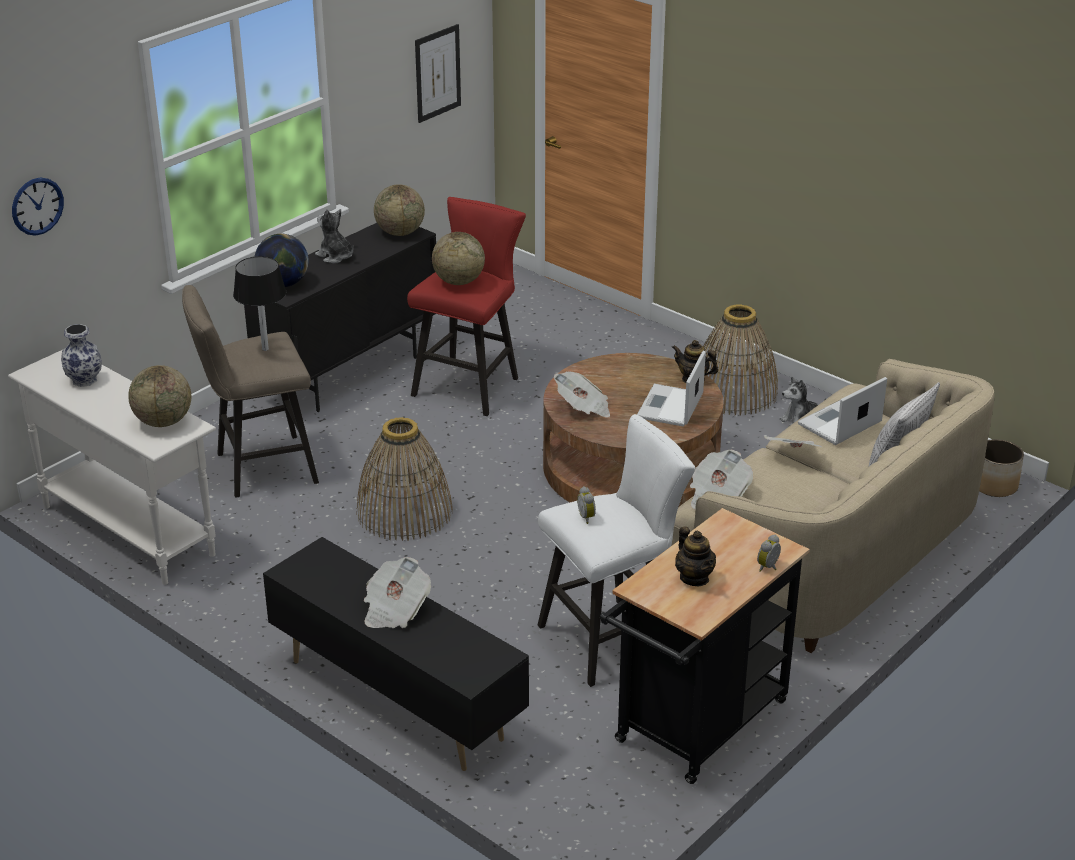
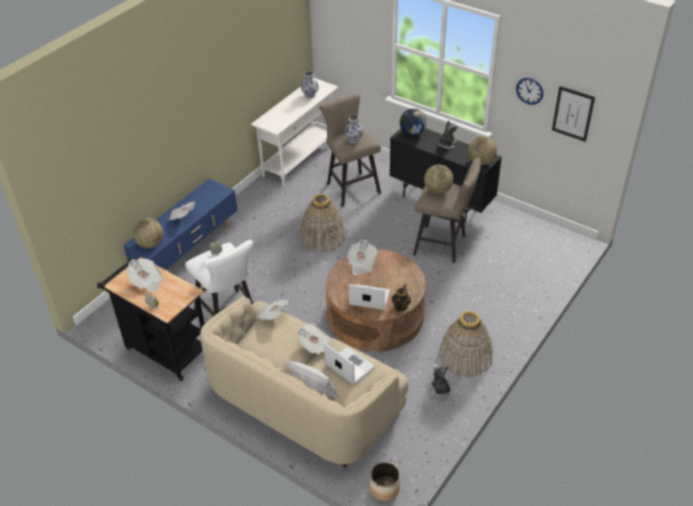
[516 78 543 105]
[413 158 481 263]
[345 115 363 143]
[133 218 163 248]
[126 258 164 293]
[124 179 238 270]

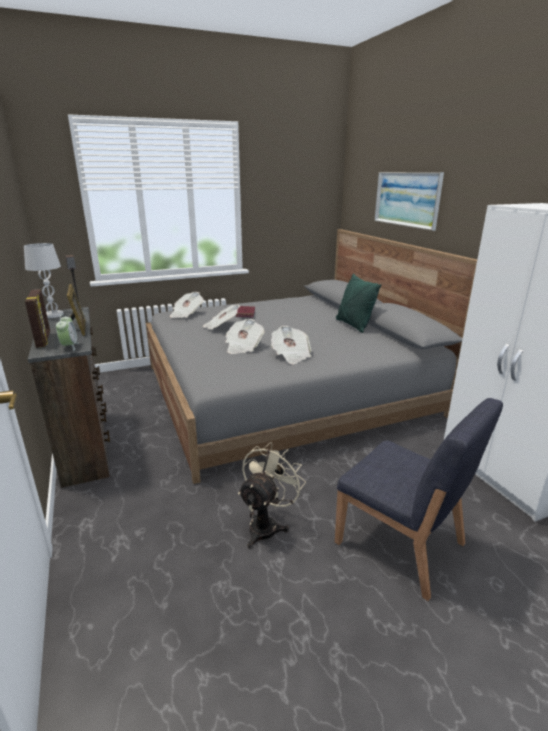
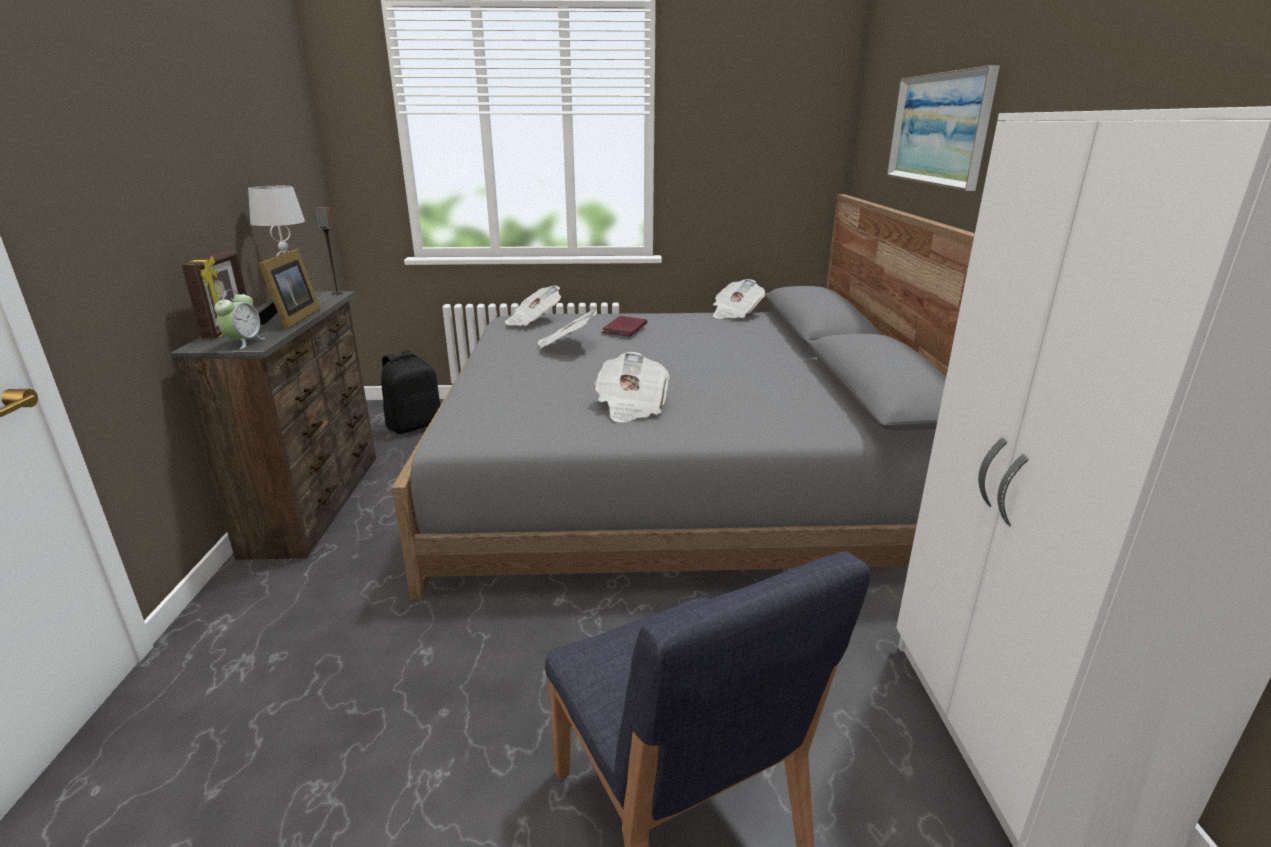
[336 273 381 333] (first image)
[712 279 765 319]
[238 442 306 549] (first image)
[381 350 440 434]

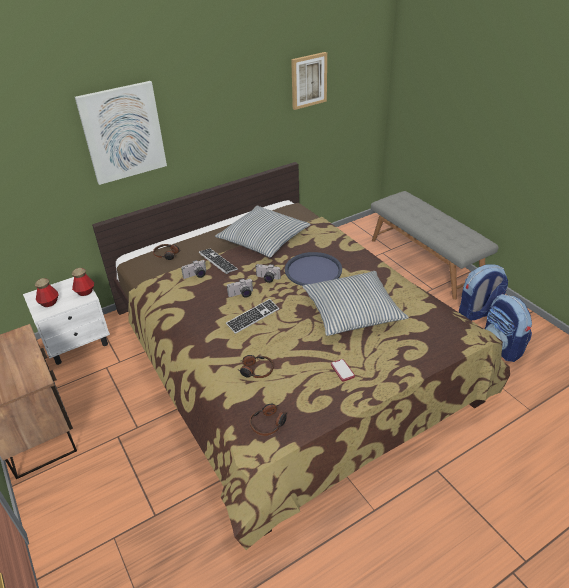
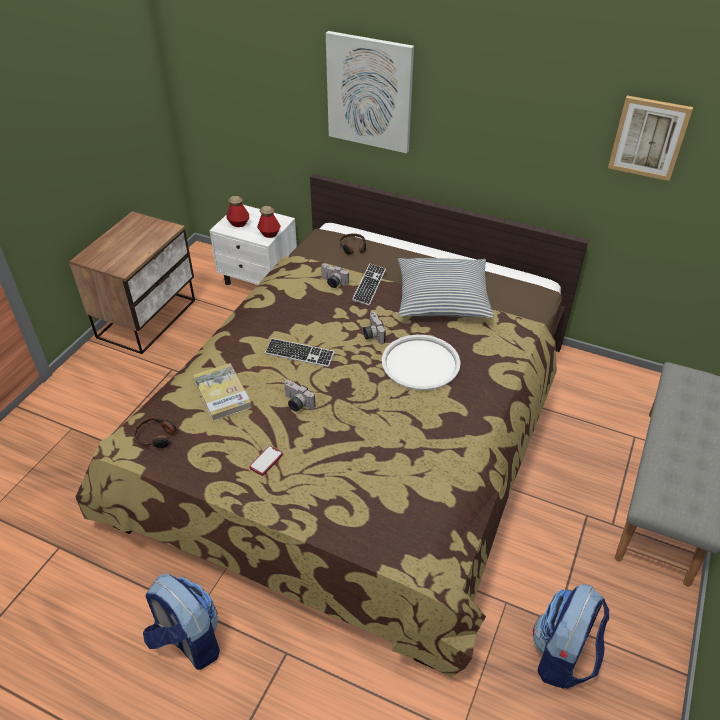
[382 335 461 390]
[143 573 220 670]
[302 271 409 336] (first image)
[284 380 315 412]
[193 363 252 421]

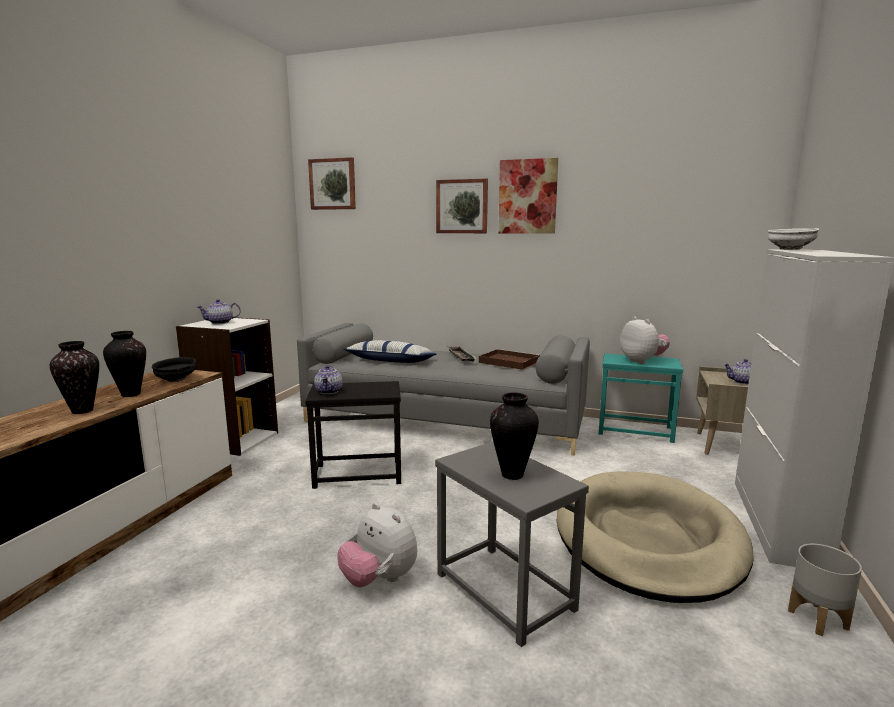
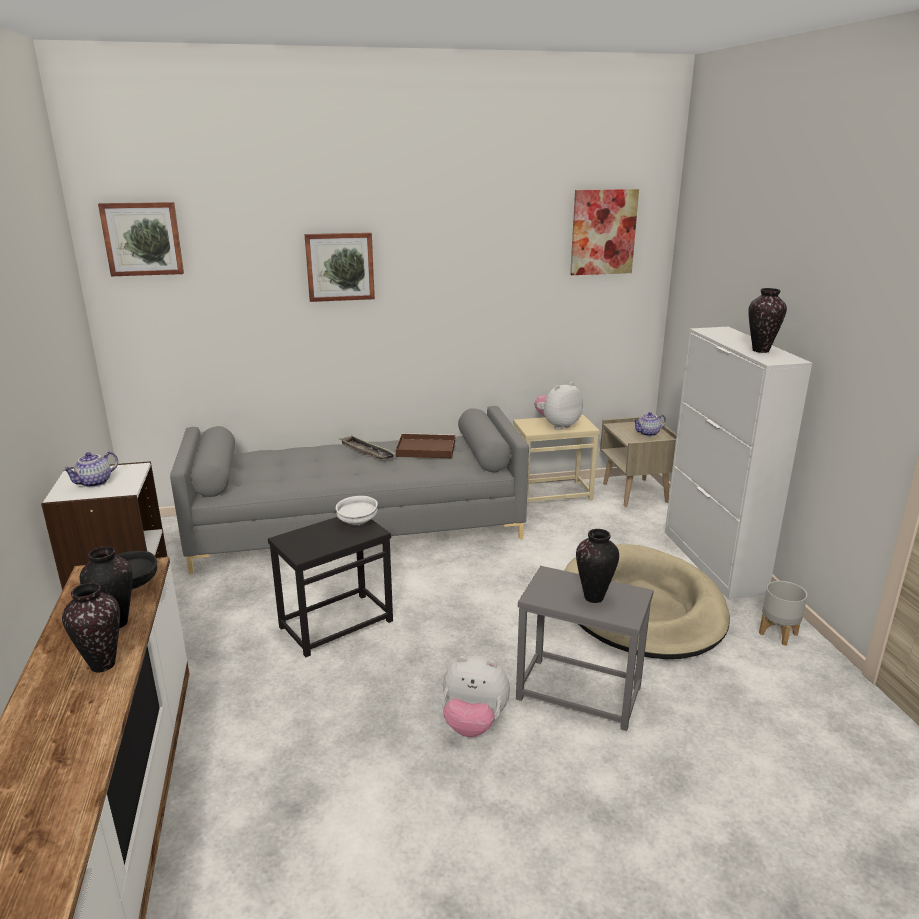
[570 189 639 275]
[335 496 378 526]
[534 382 583 430]
[343 340 436 363] (first image)
[513 415 600 507]
[314 365 342 395] (first image)
[748 288 787 353]

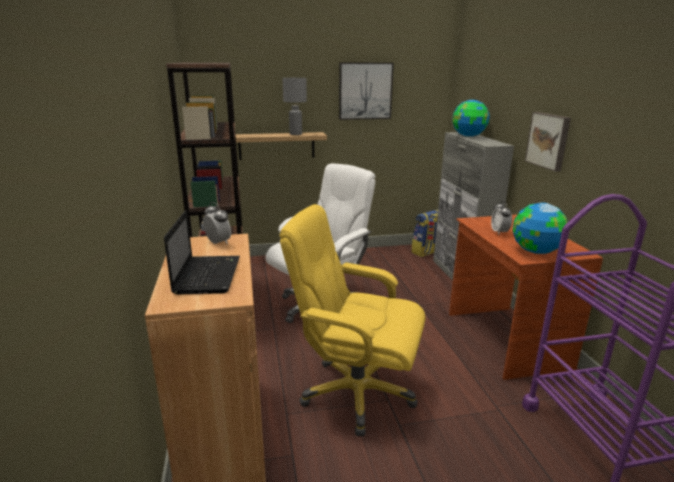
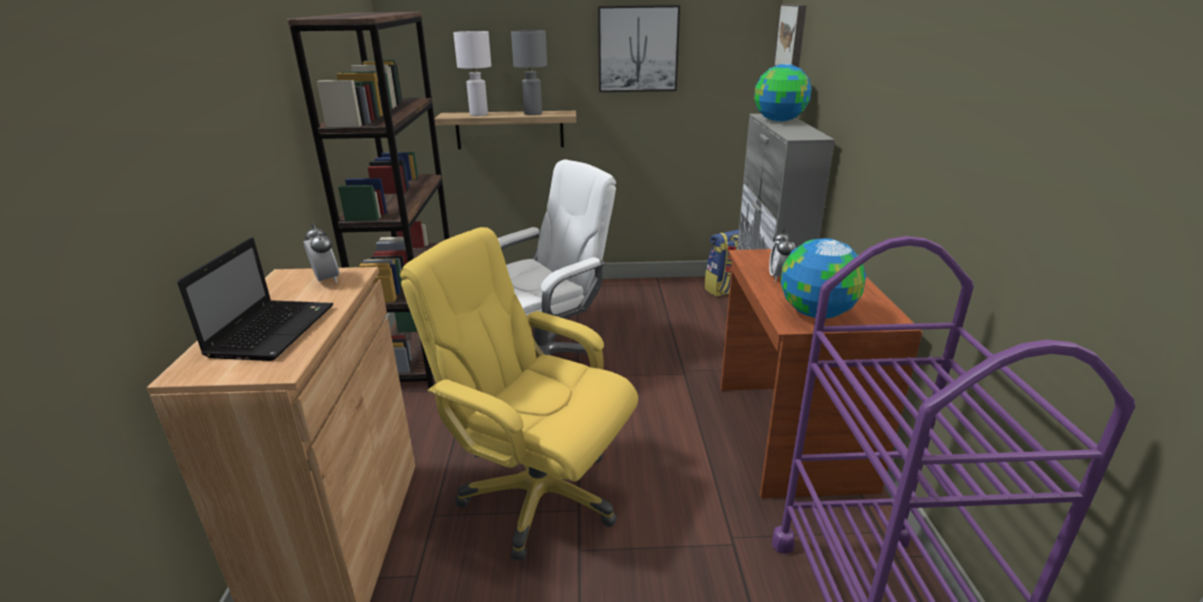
[774 4 807 68]
[453 31 491 116]

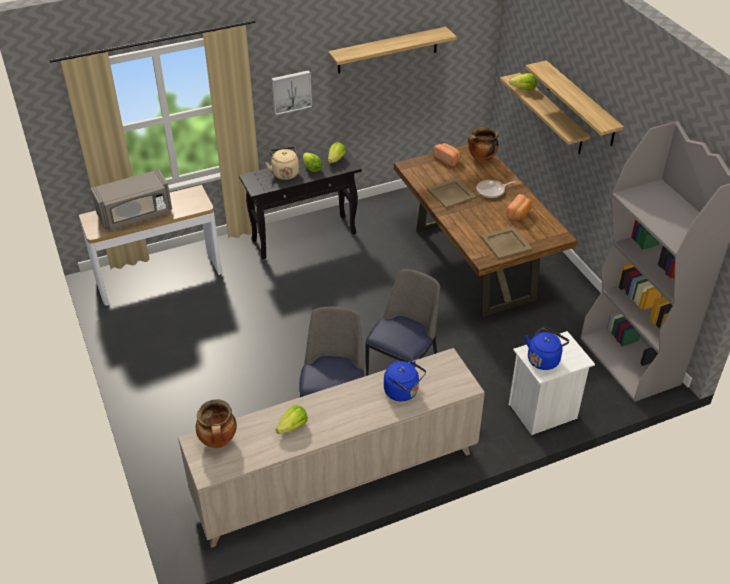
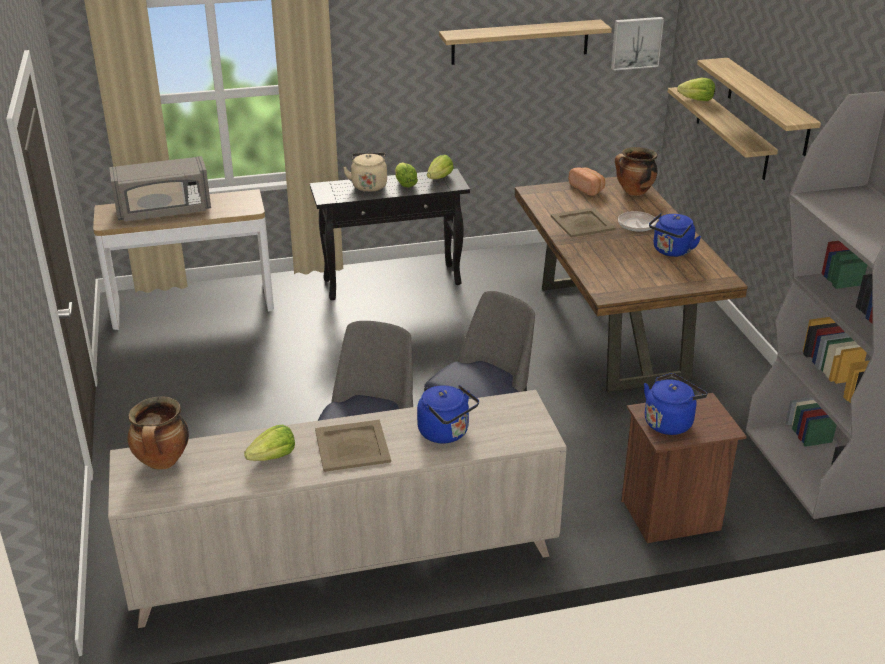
[611 17 664 71]
[649 213 701 257]
[315 420 391 472]
[621 393 747 543]

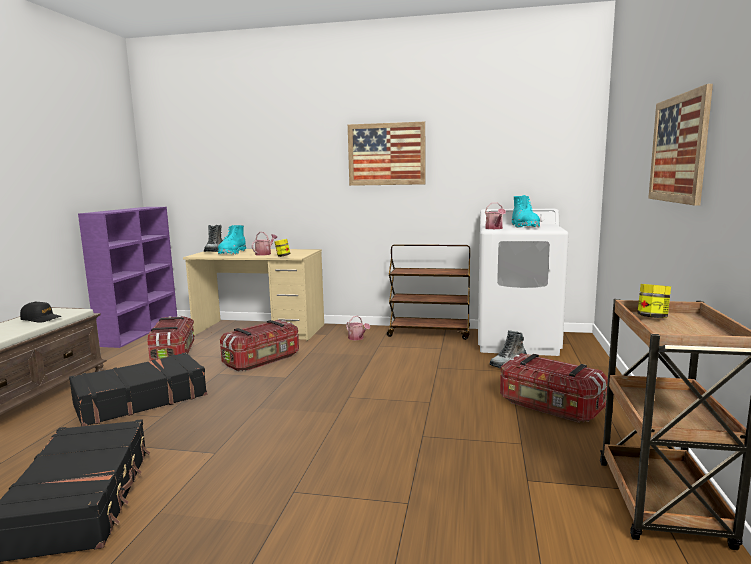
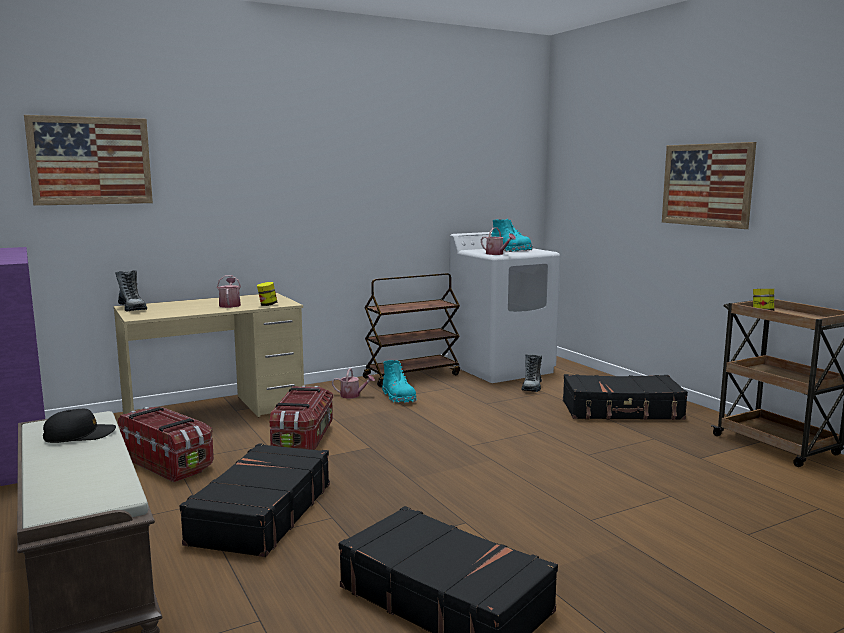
[24 115 153 206]
[382 360 417 403]
[563 374 688 420]

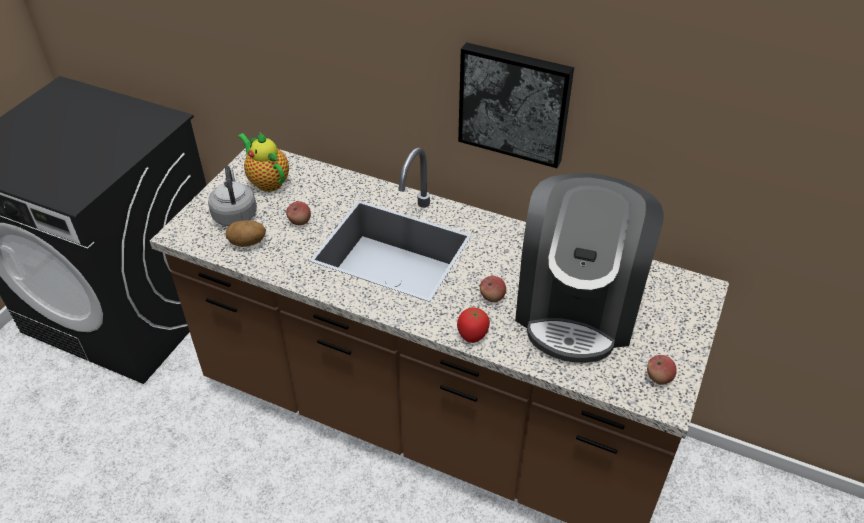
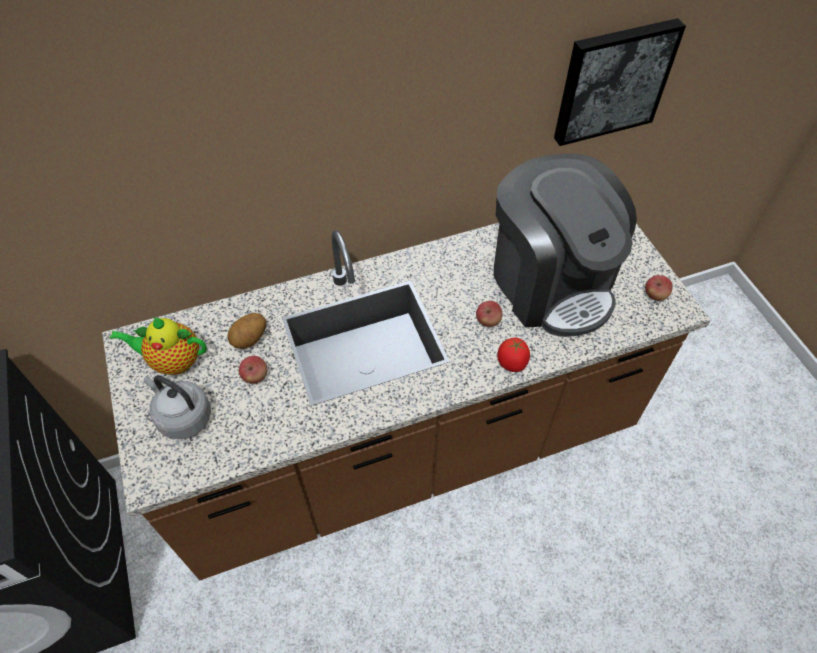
[554 18 686 146]
[228 313 266 349]

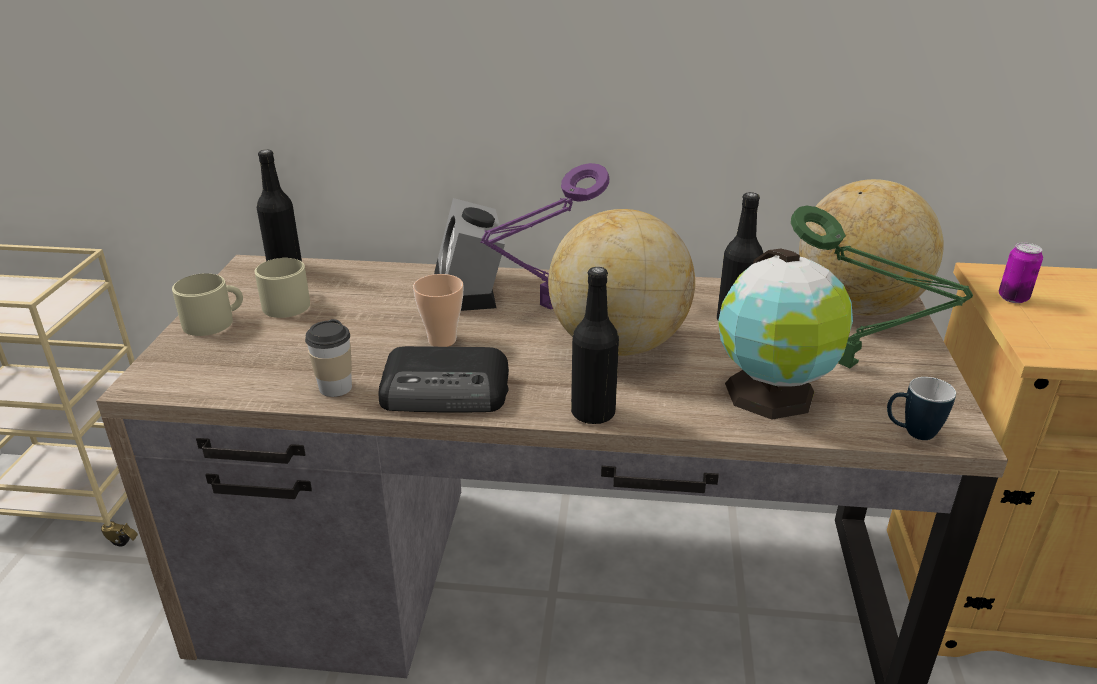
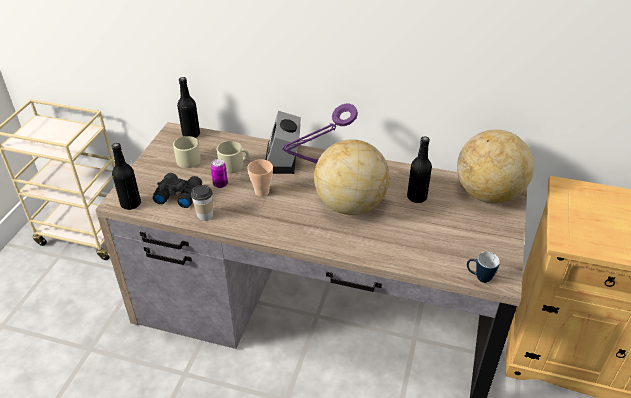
[791 205 973 368] (first image)
[211 159 228 188]
[718 249 853 420] (first image)
[111 143 141 210]
[217 141 249 174]
[379 346 509 413] (first image)
[153 173 202 208]

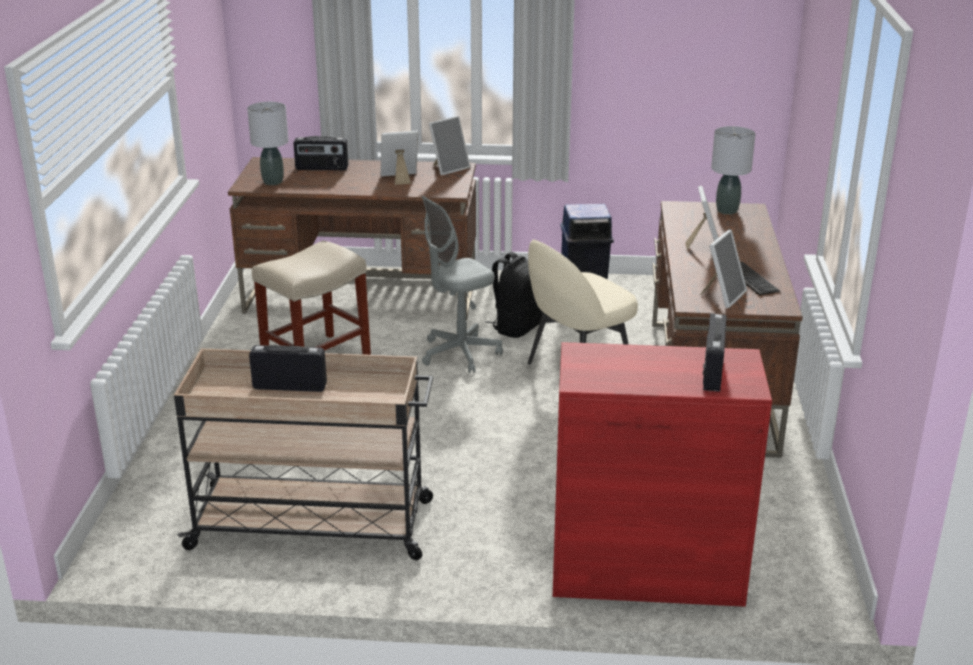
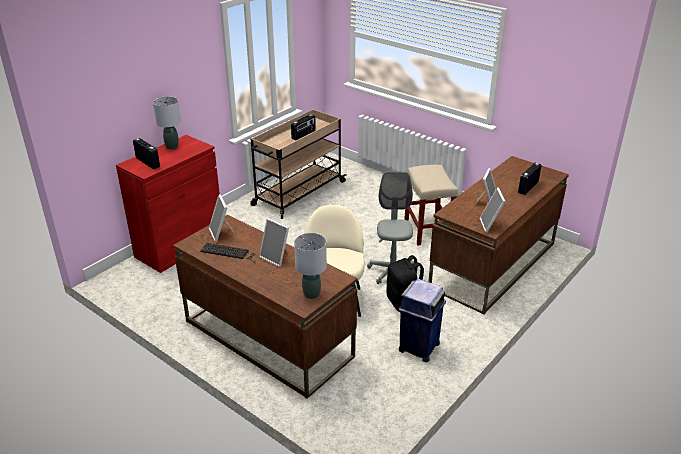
[153 96 181 150]

